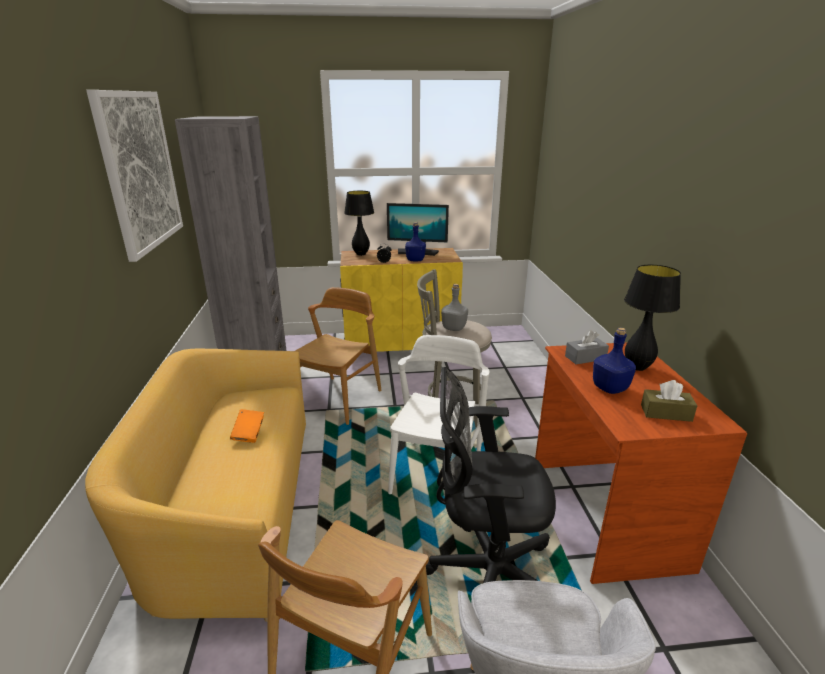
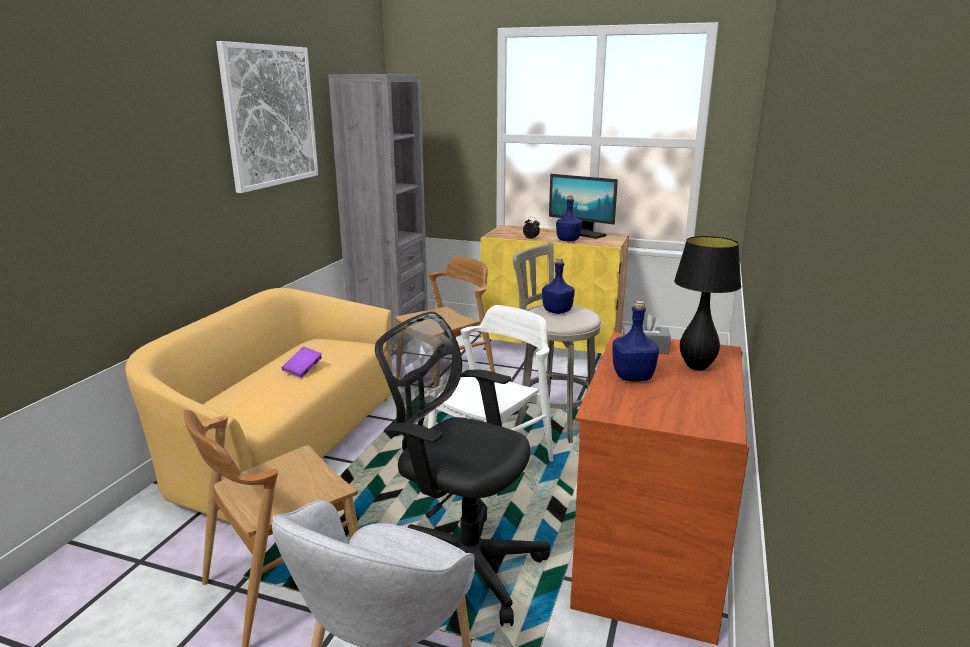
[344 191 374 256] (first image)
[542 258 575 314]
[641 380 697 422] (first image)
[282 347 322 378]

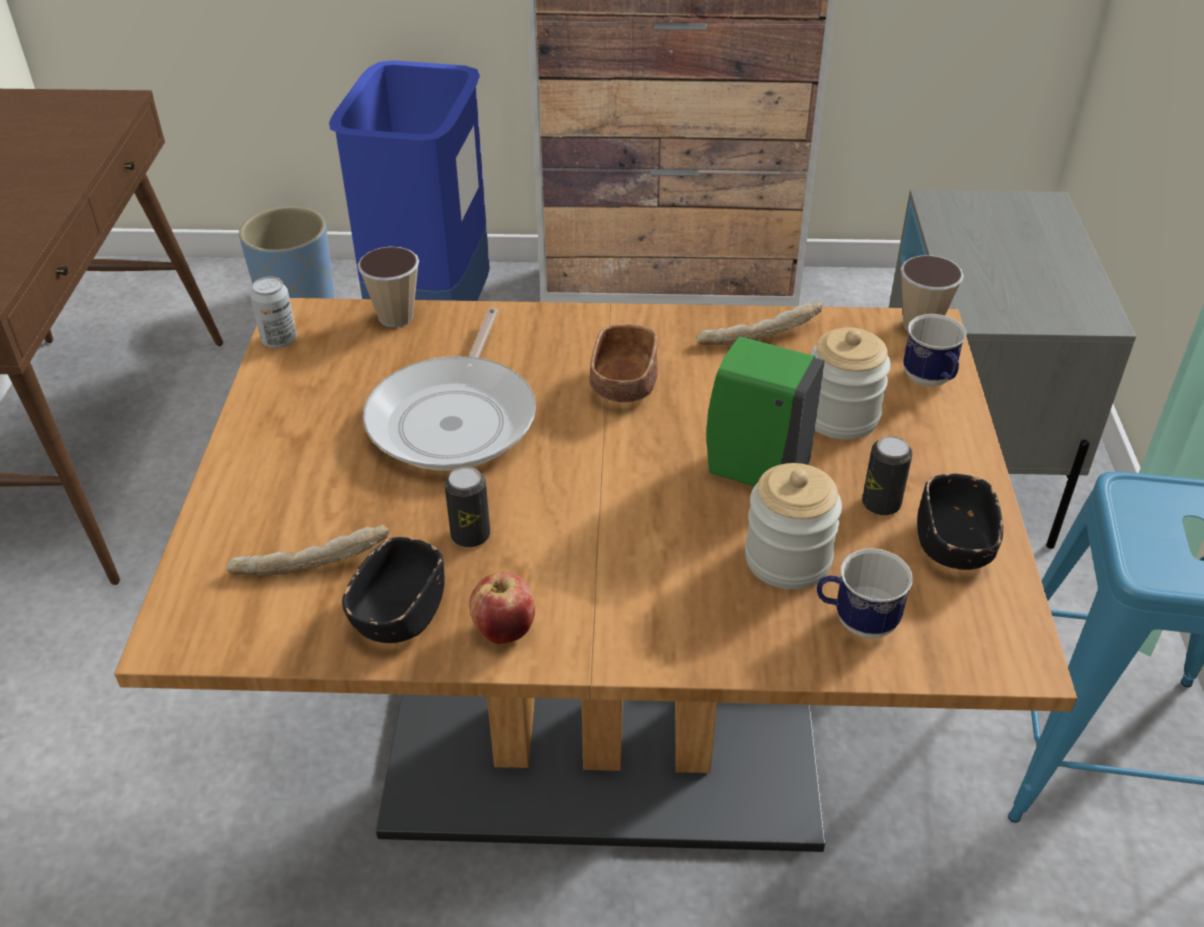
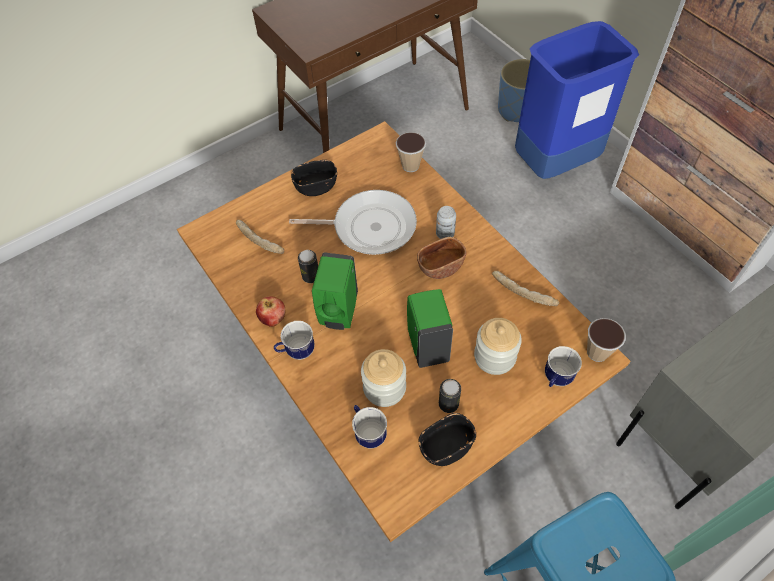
[436 206 456 239]
[289 190 417 255]
[291 160 337 196]
[312 253 358 330]
[274 321 315 360]

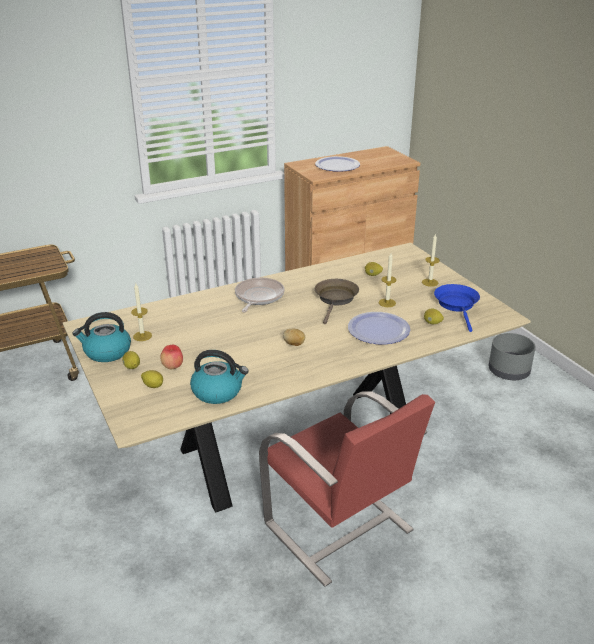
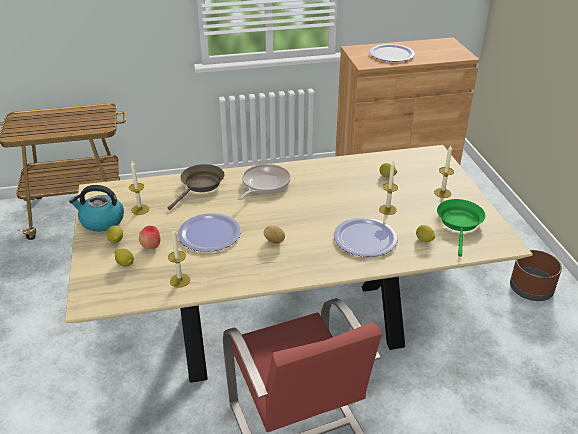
[168 164 224 210]
[437 199 486 257]
[510 250 562 301]
[168 228 190 288]
[178 213 241 252]

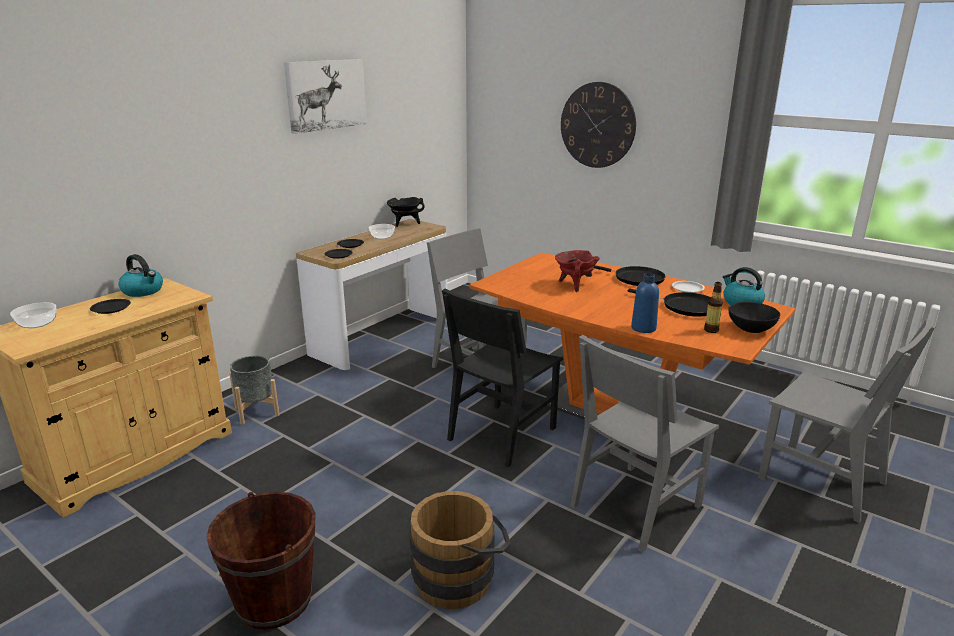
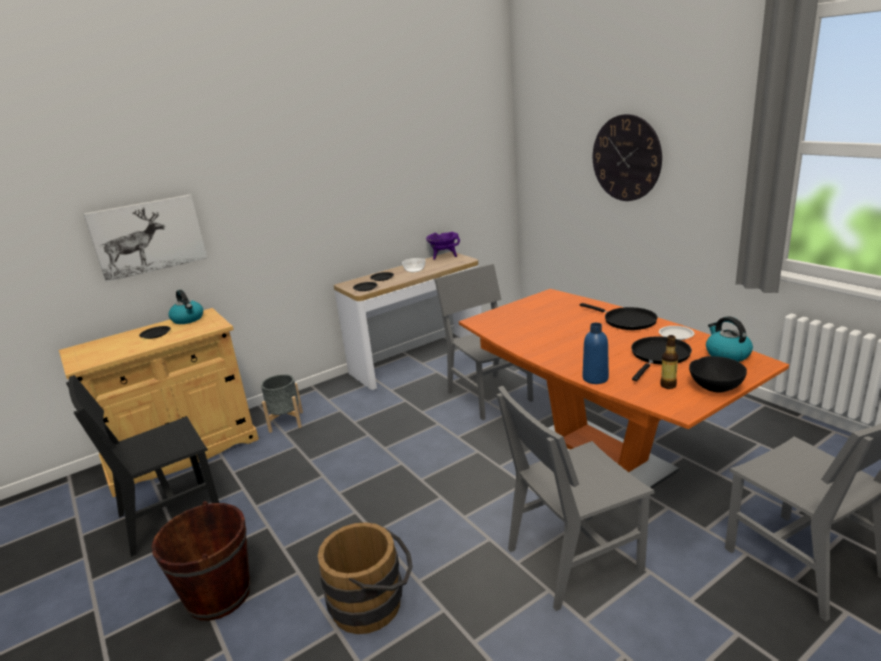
[84 194 207 282]
[426 232 460 260]
[555 250 600 292] (first image)
[66 375 219 557]
[631 336 692 381]
[10 302 56 328] (first image)

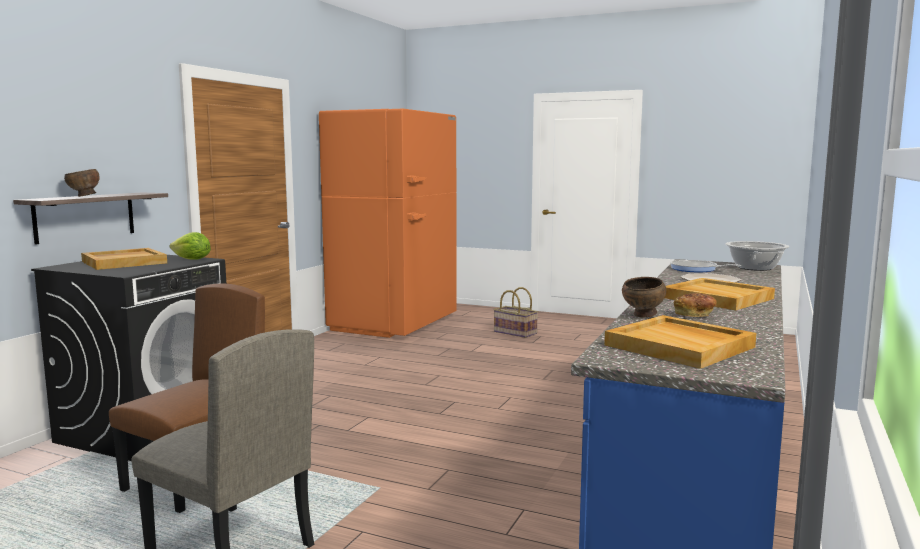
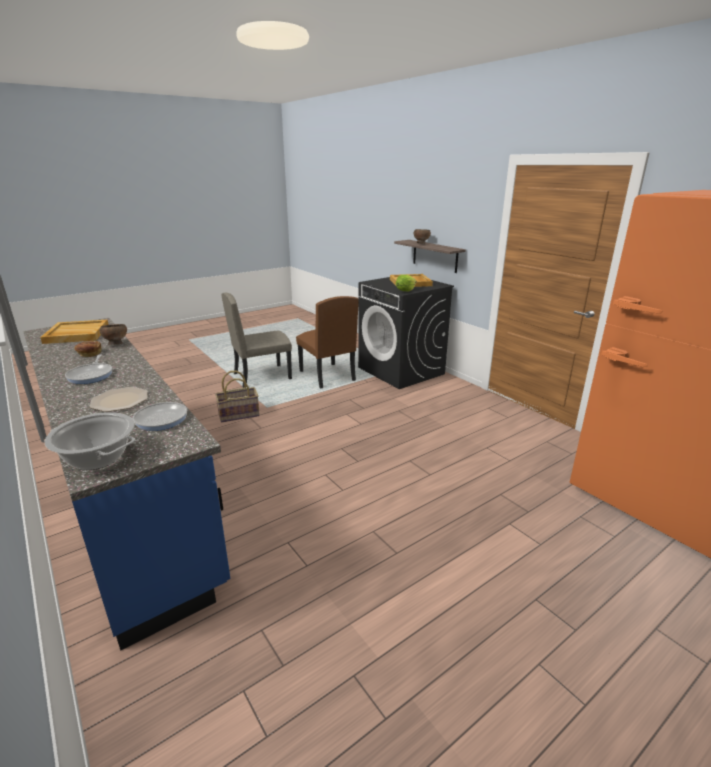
[65 354 112 384]
[215 371 260 423]

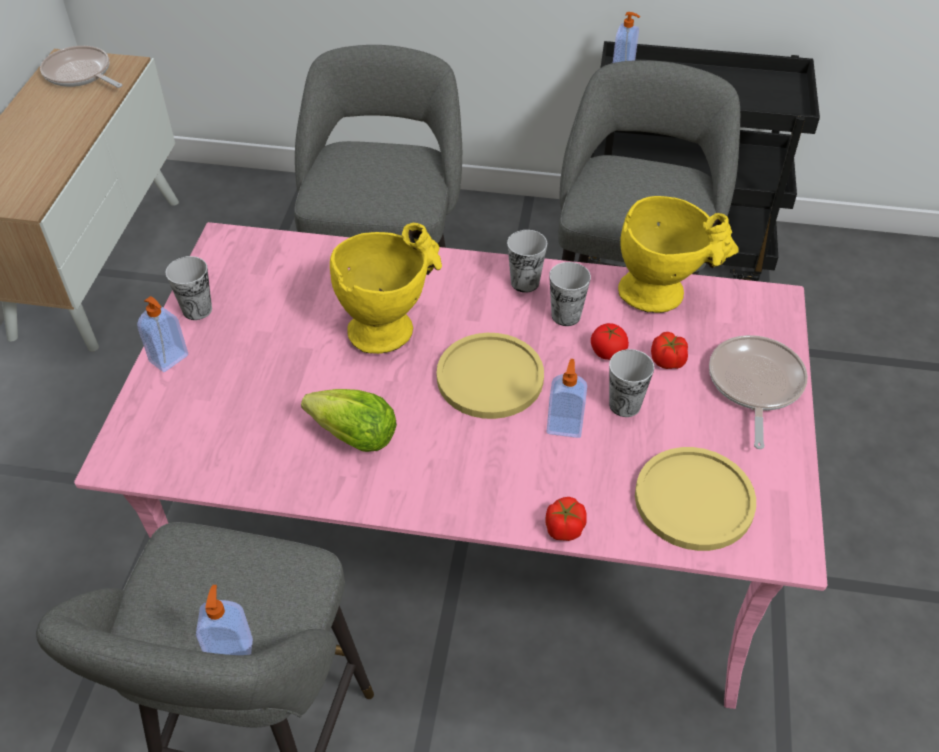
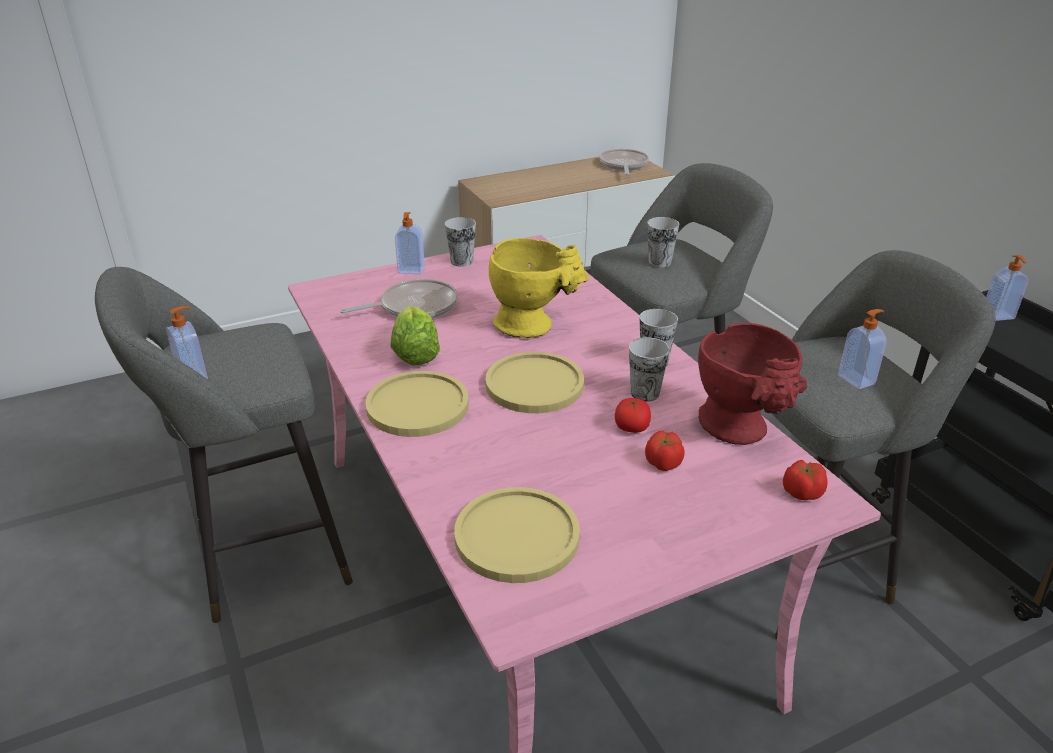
[698 323 807 445]
[340 279 458 319]
[648 217 679 267]
[838 309 887 389]
[783 460 828 500]
[365 371 469 437]

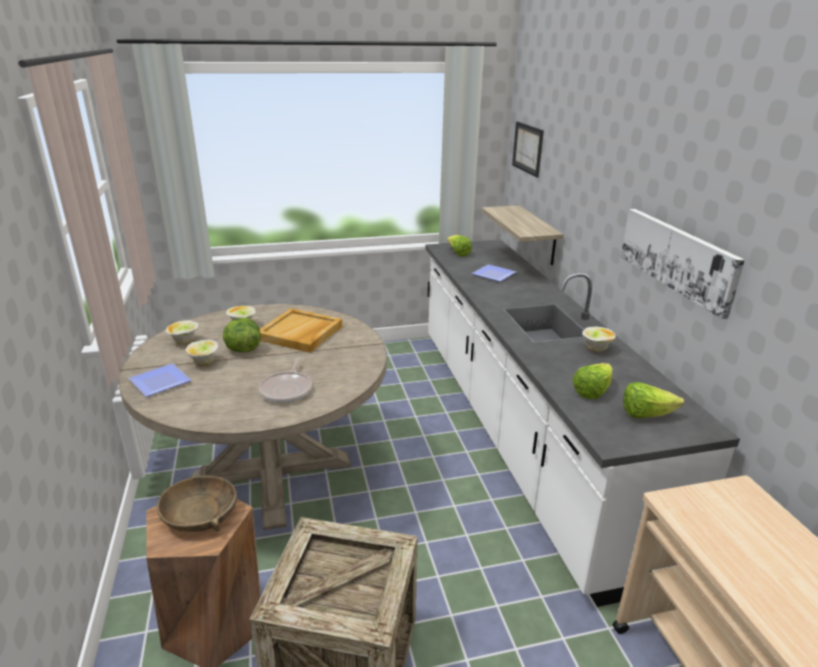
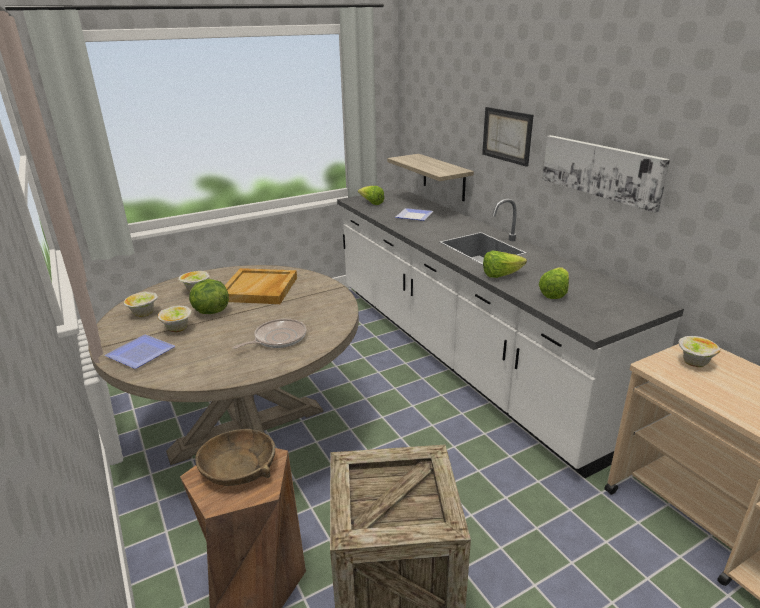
[482 107 533 167]
[679 336 720 367]
[233 319 306 349]
[483 250 527 278]

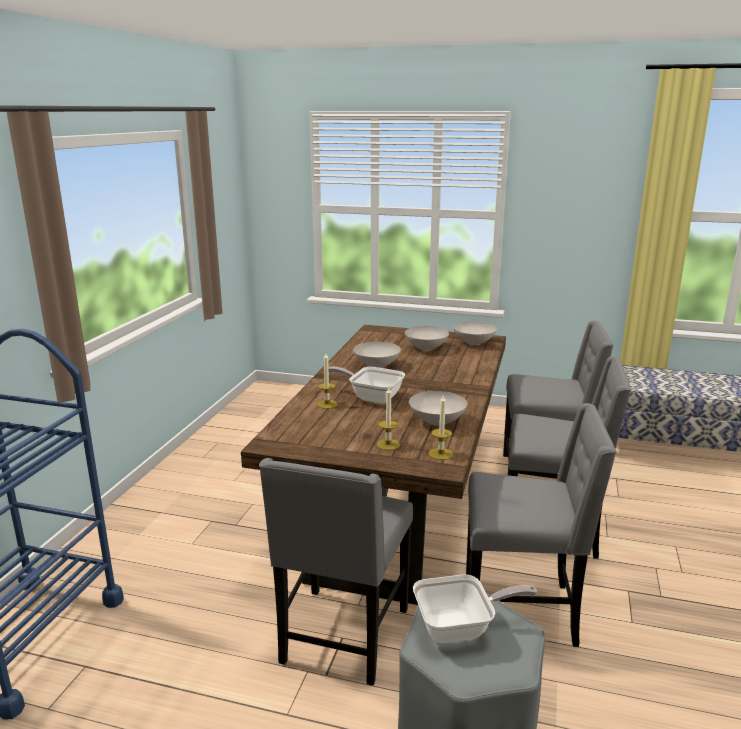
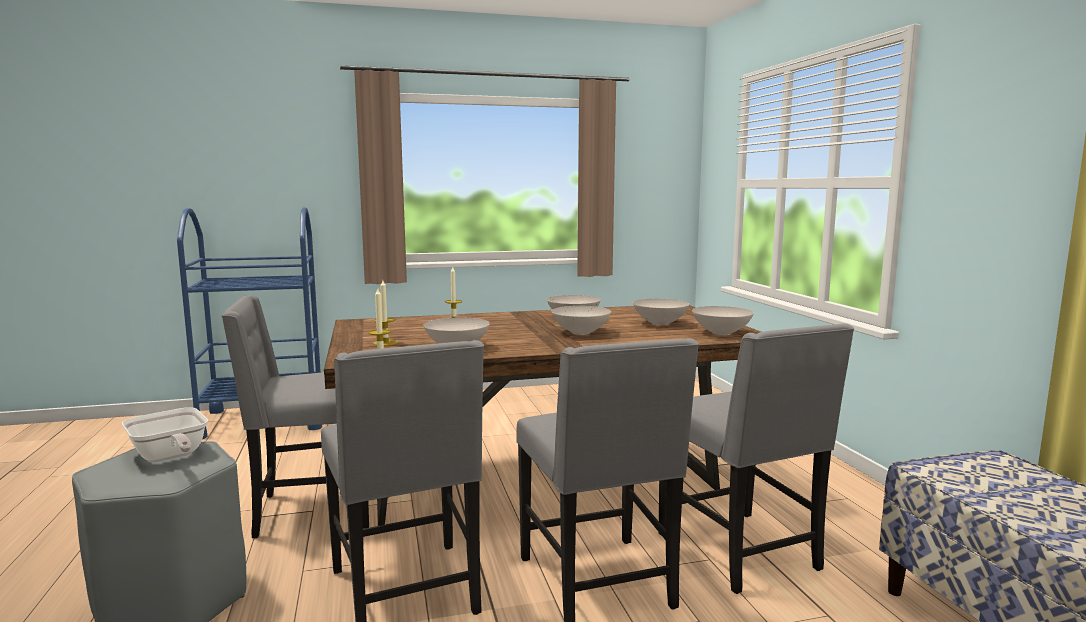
[329 367 405 404] (first image)
[552 306 611 335]

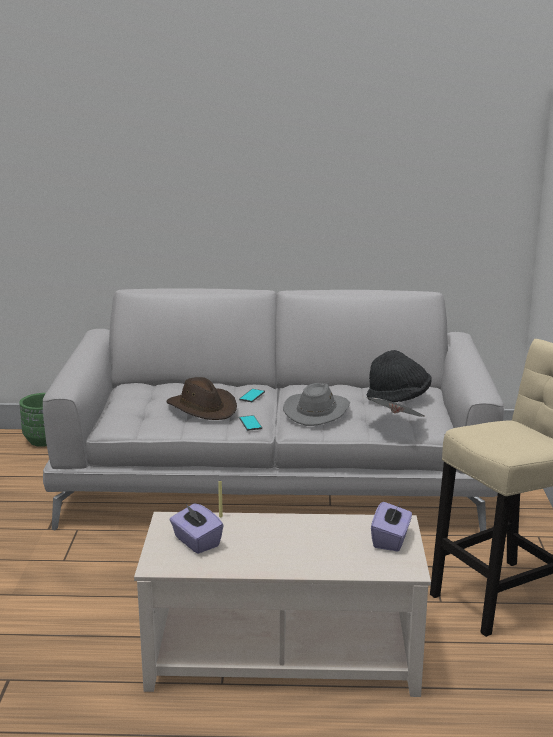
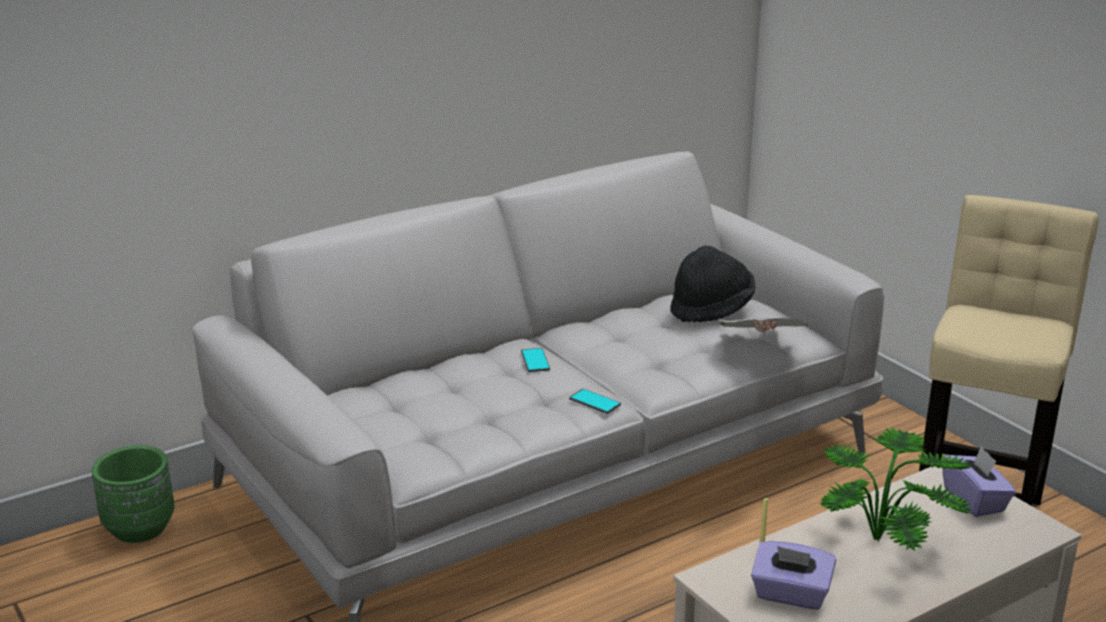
[166 377 237 420] (first image)
[283 383 350 426] (first image)
[819 428 972 551]

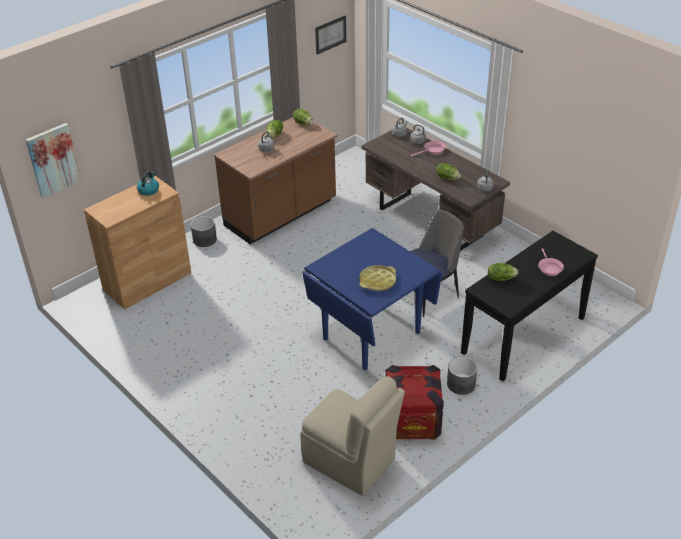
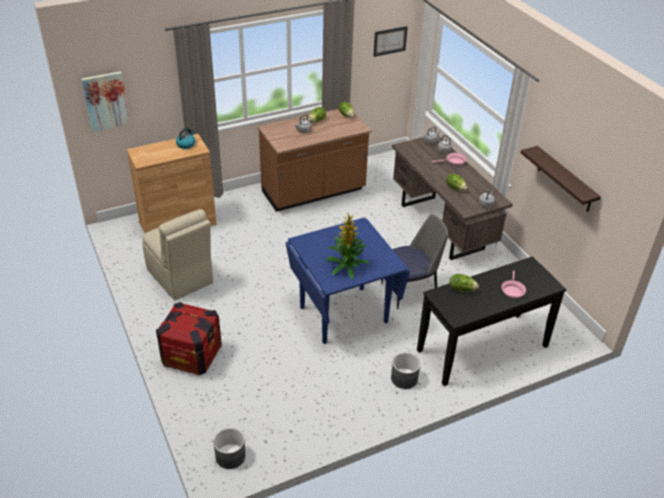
[213 428 246 469]
[325 212 370 279]
[156 302 222 375]
[142 209 213 300]
[521 146 601 212]

